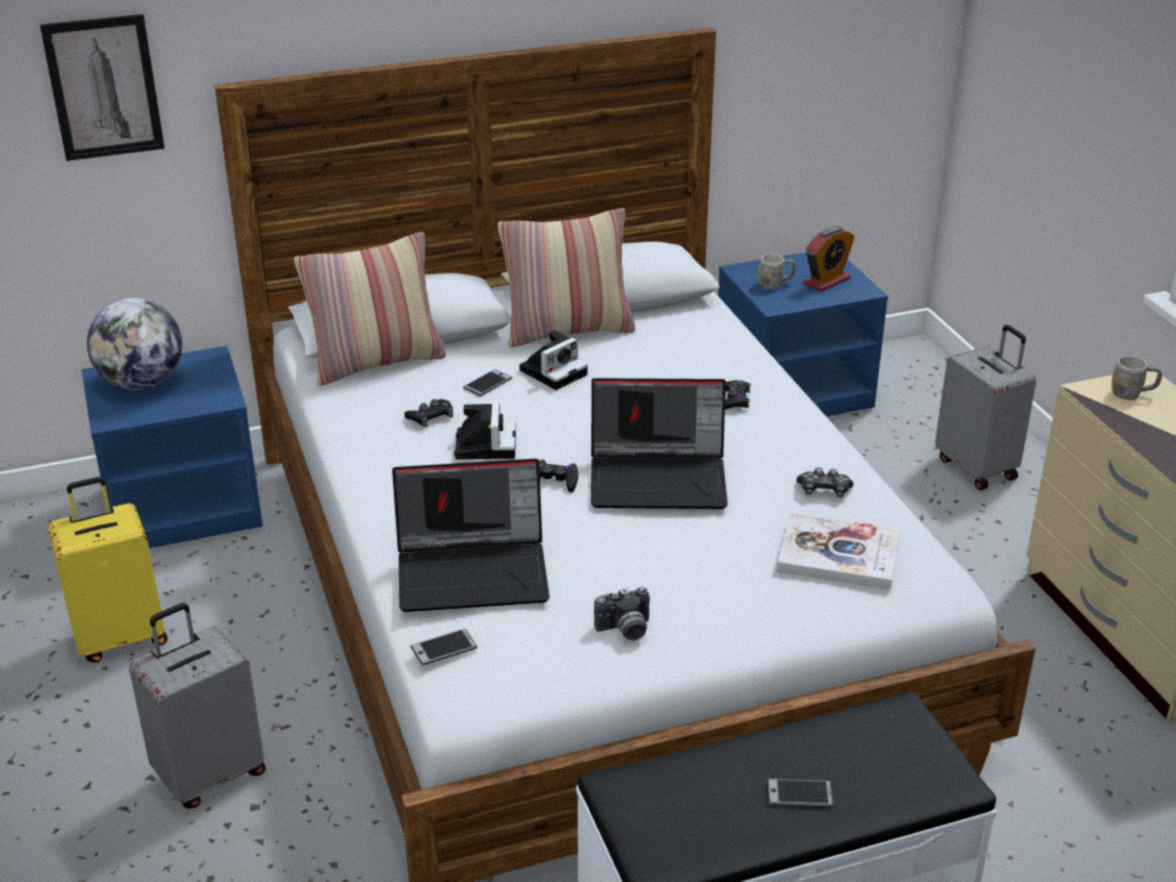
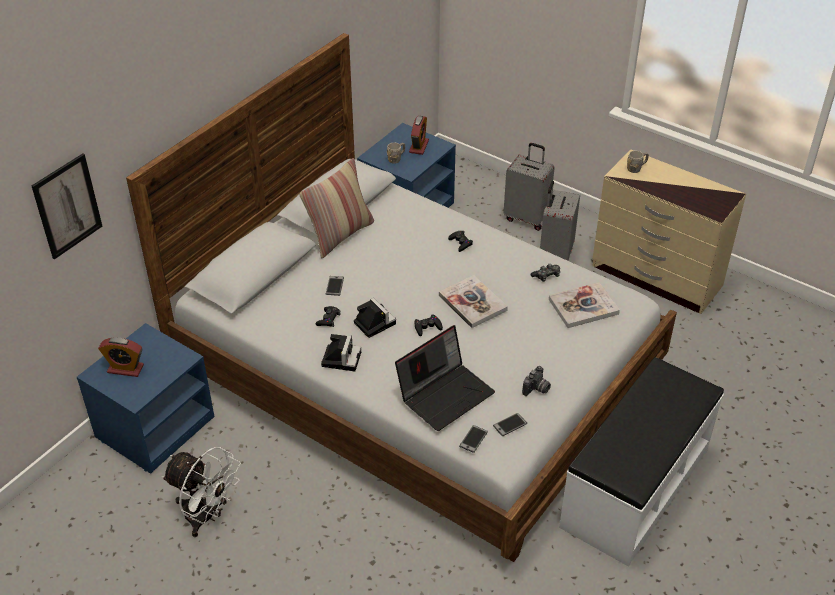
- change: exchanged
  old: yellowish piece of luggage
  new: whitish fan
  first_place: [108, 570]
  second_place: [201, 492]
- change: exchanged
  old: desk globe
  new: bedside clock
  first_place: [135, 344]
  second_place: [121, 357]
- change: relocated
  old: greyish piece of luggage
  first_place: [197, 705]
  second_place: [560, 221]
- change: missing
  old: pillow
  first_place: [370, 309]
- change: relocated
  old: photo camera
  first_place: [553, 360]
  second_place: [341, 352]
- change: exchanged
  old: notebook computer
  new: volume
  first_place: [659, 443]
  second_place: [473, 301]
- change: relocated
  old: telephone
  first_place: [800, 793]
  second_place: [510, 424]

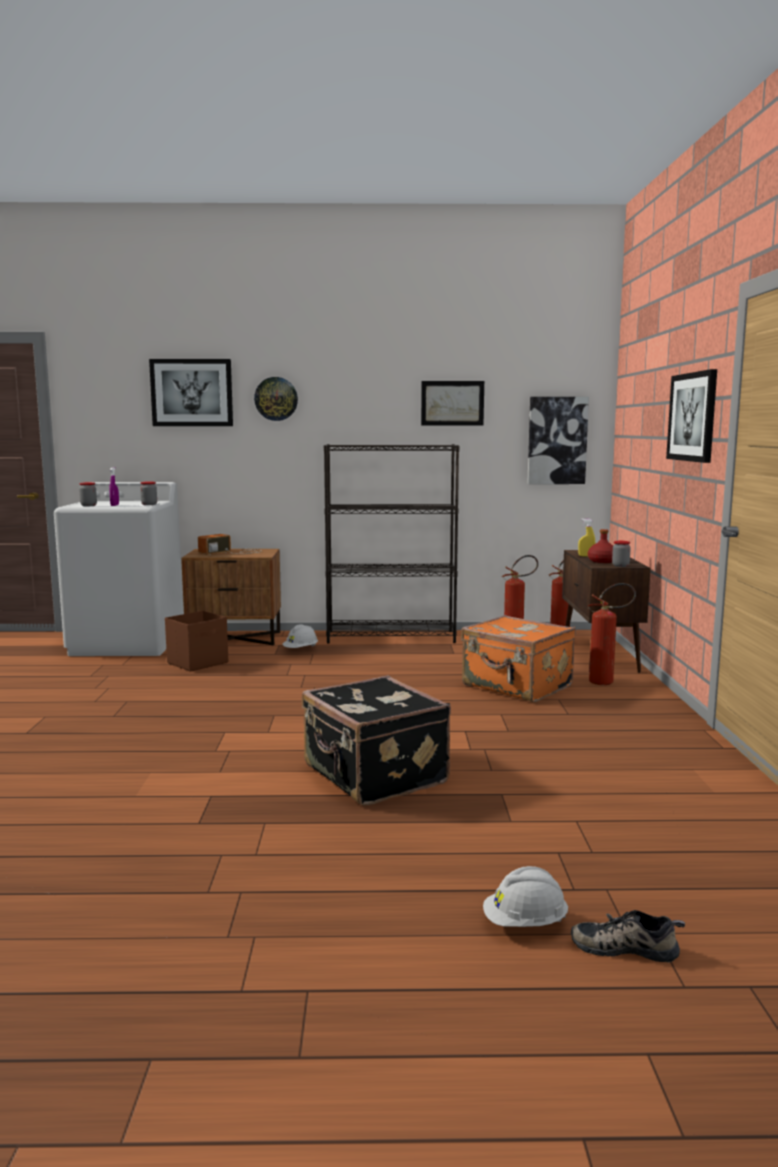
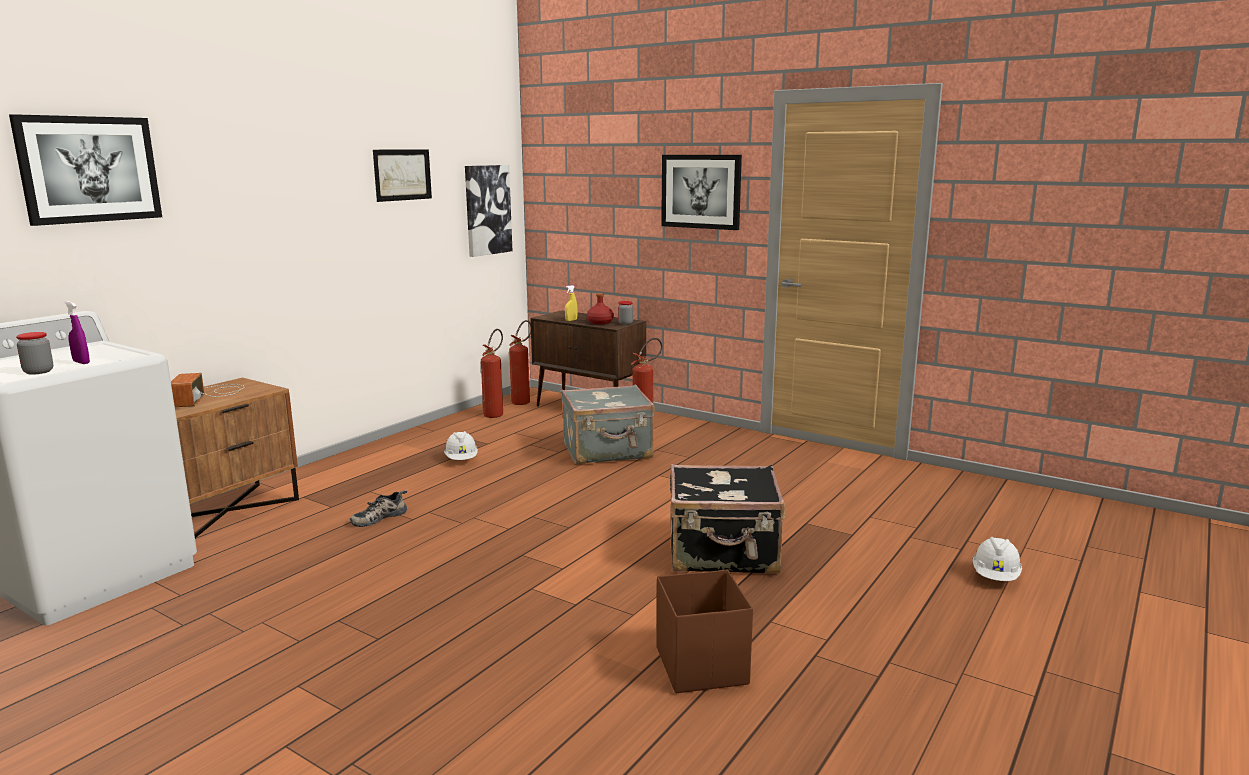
- change: missing
  old: jar
  first_place: [148, 493]
- change: relocated
  old: brown-coloured storage container
  first_place: [196, 641]
  second_place: [704, 631]
- change: missing
  old: wall clock
  first_place: [276, 399]
- change: relocated
  old: whitish work helmet
  first_place: [300, 636]
  second_place: [461, 445]
- change: missing
  old: blackish bookshelf
  first_place: [391, 543]
- change: colour
  old: orangey piece of luggage
  new: greyish piece of luggage
  first_place: [518, 658]
  second_place: [608, 424]
- change: relocated
  old: shoe
  first_place: [628, 936]
  second_place: [378, 508]

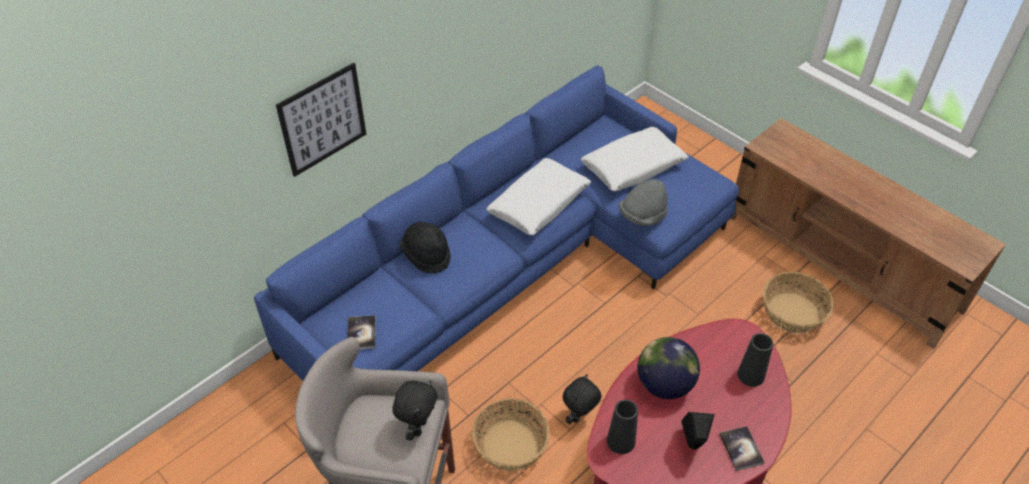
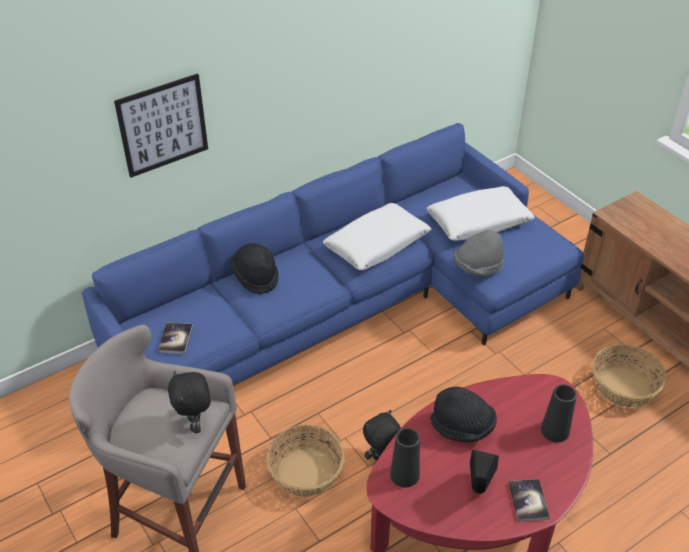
- change: spun
  old: blackish soft toy
  first_place: [414, 410]
  second_place: [189, 401]
  degrees: 135
- change: exchanged
  old: desk globe
  new: blackish hat
  first_place: [669, 368]
  second_place: [463, 414]

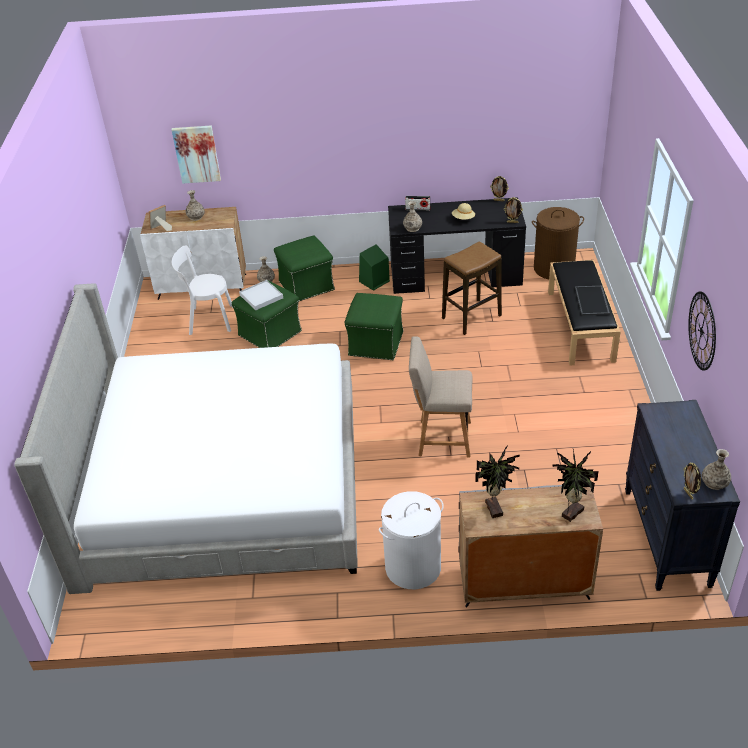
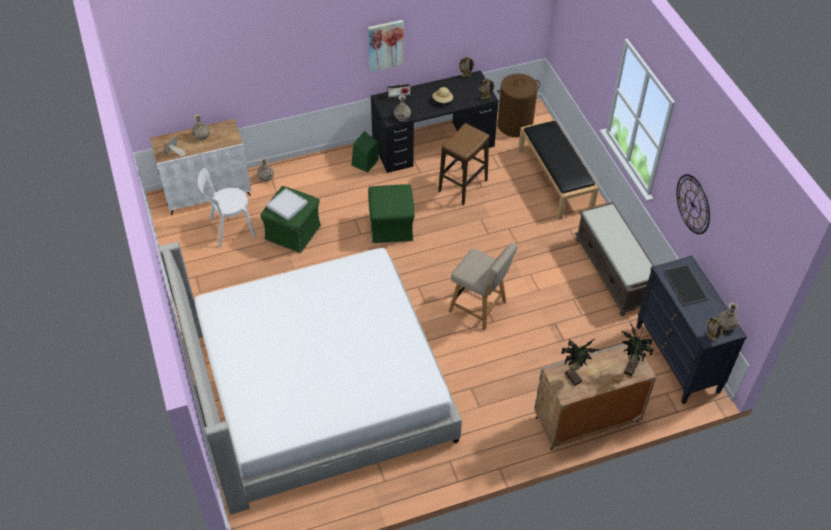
- change: relocated
  old: picture
  first_place: [196, 154]
  second_place: [386, 46]
- change: missing
  old: green-coloured pouffe
  first_place: [304, 268]
- change: missing
  old: whitish washing basket
  first_place: [411, 540]
- change: spun
  old: beige-coloured chair
  first_place: [441, 397]
  second_place: [483, 286]
  degrees: -135
- change: relocated
  old: serving tray
  first_place: [592, 300]
  second_place: [686, 285]
- change: appeared
  new: brown-coloured bench
  second_place: [614, 259]

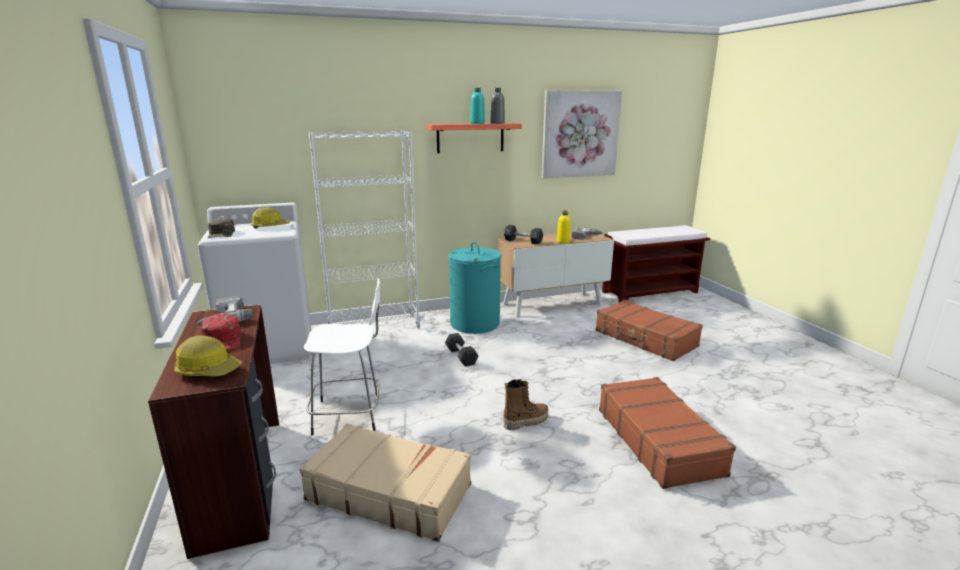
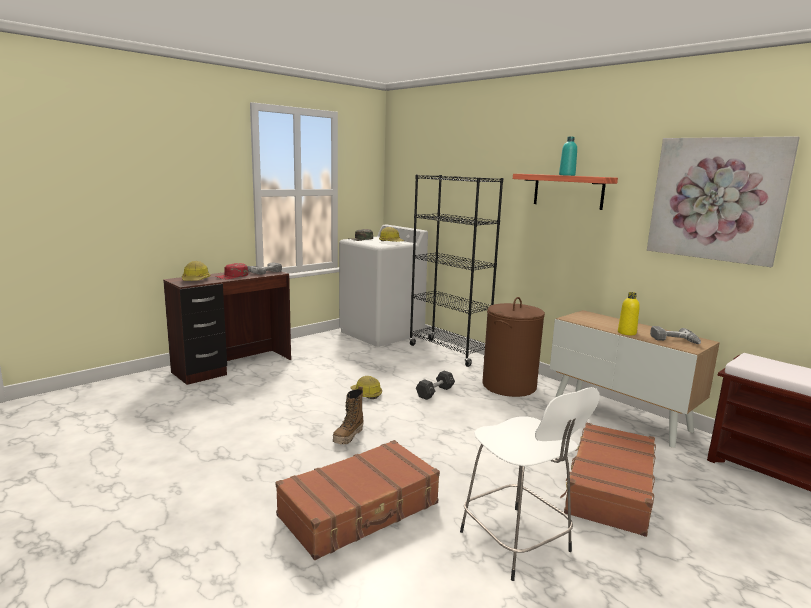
- change: missing
  old: beige-coloured piece of luggage
  first_place: [385, 483]
- change: relocated
  old: whitish stool seat
  first_place: [342, 356]
  second_place: [530, 484]
- change: colour
  old: whitish bookshelf
  new: blackish bookshelf
  first_place: [365, 229]
  second_place: [456, 271]
- change: colour
  old: blue-green washing basket
  new: brown-coloured washing basket
  first_place: [475, 288]
  second_place: [513, 347]
- change: missing
  old: greyish drink bottle
  first_place: [497, 106]
- change: missing
  old: blackish free weight
  first_place: [523, 235]
- change: spun
  old: high-top boot
  first_place: [526, 404]
  second_place: [348, 415]
  degrees: 75
- change: appeared
  new: work helmet
  second_place: [366, 387]

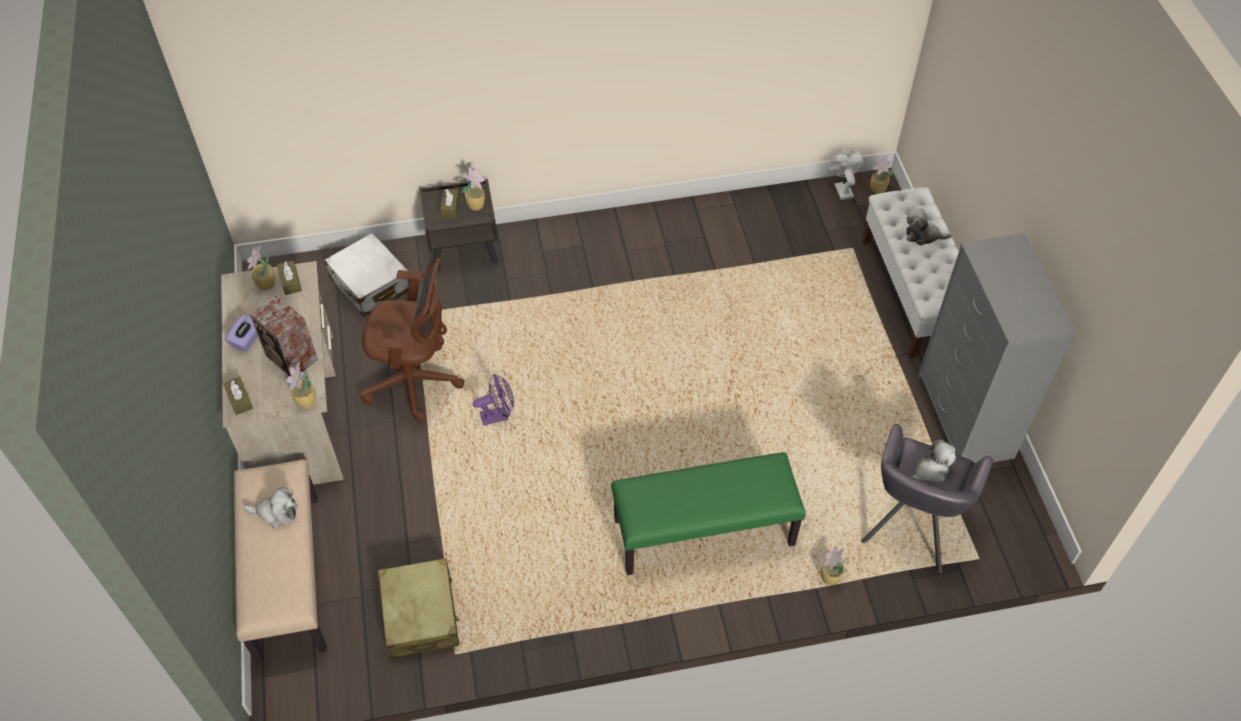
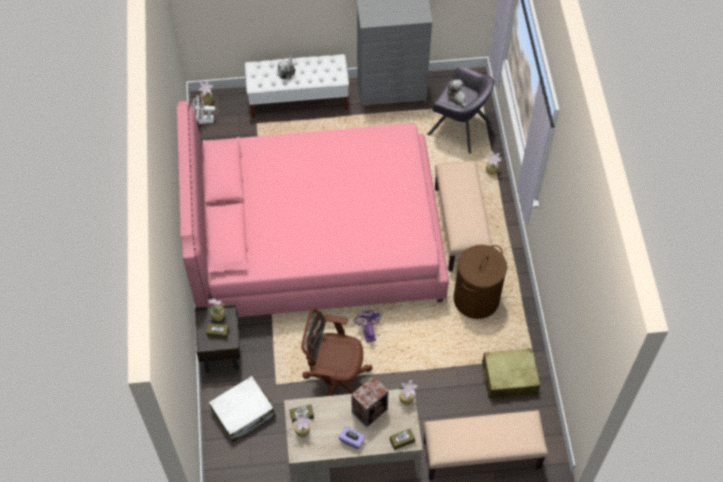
- change: missing
  old: soft toy
  first_place: [270, 507]
- change: spun
  old: brown-coloured desk chair
  first_place: [411, 340]
  second_place: [336, 352]
  degrees: -90
- change: colour
  old: green-coloured bench
  new: beige-coloured bench
  first_place: [708, 513]
  second_place: [463, 216]
- change: appeared
  new: pink-coloured bed
  second_place: [313, 209]
- change: appeared
  new: brown-coloured washing basket
  second_place: [480, 282]

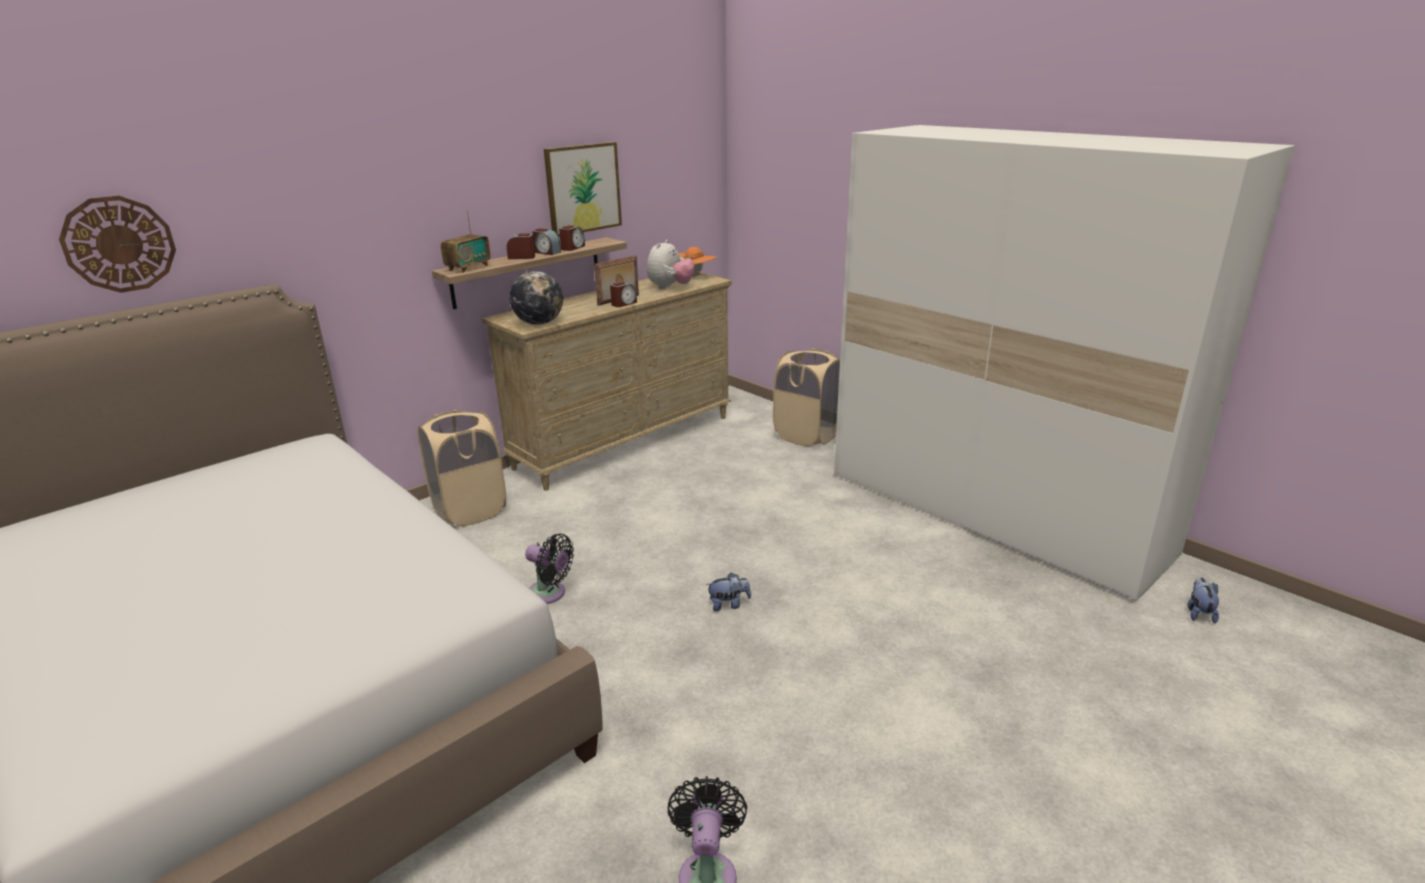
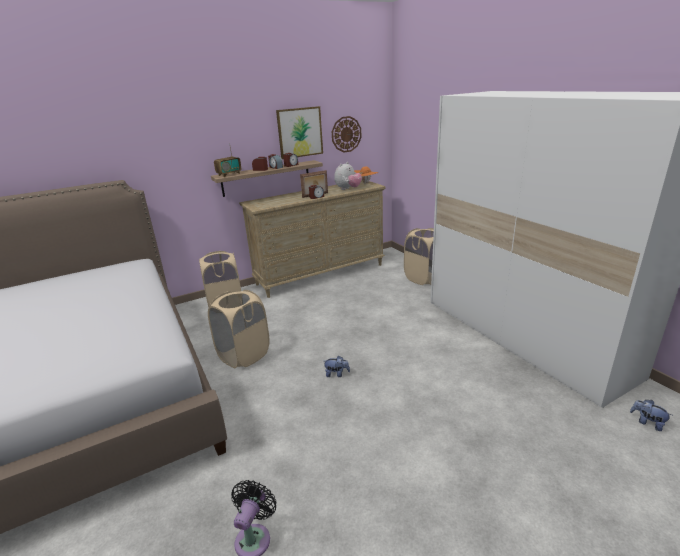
- change: relocated
  old: wall clock
  first_place: [117, 244]
  second_place: [347, 134]
- change: missing
  old: desk globe
  first_place: [536, 298]
- change: exchanged
  old: blackish fan
  new: beige-coloured washing basket
  first_place: [549, 569]
  second_place: [239, 329]
- change: spun
  old: soft toy
  first_place: [1203, 601]
  second_place: [651, 415]
  degrees: -75

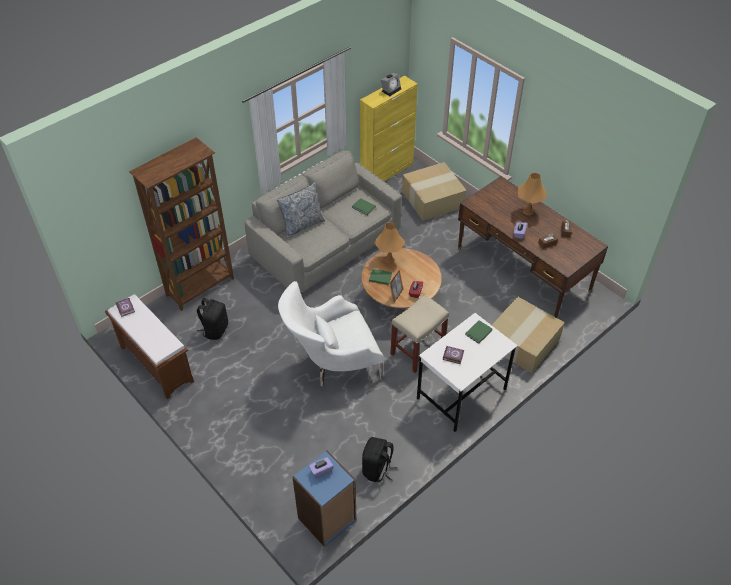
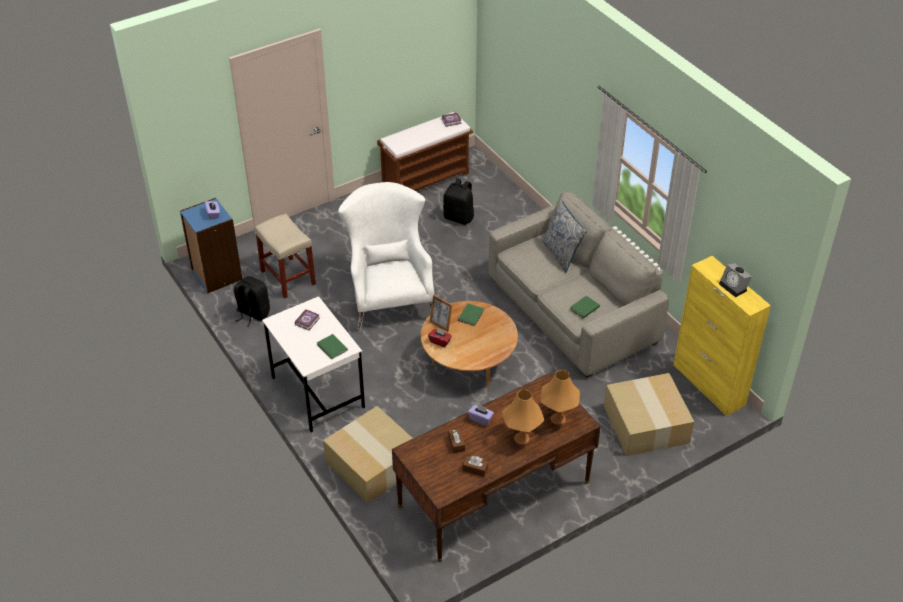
- change: missing
  old: brown-coloured bookshelf
  first_place: [181, 224]
- change: relocated
  old: orangey table lamp
  first_place: [389, 243]
  second_place: [560, 397]
- change: relocated
  old: beige-coloured stool seat
  first_place: [419, 334]
  second_place: [285, 256]

